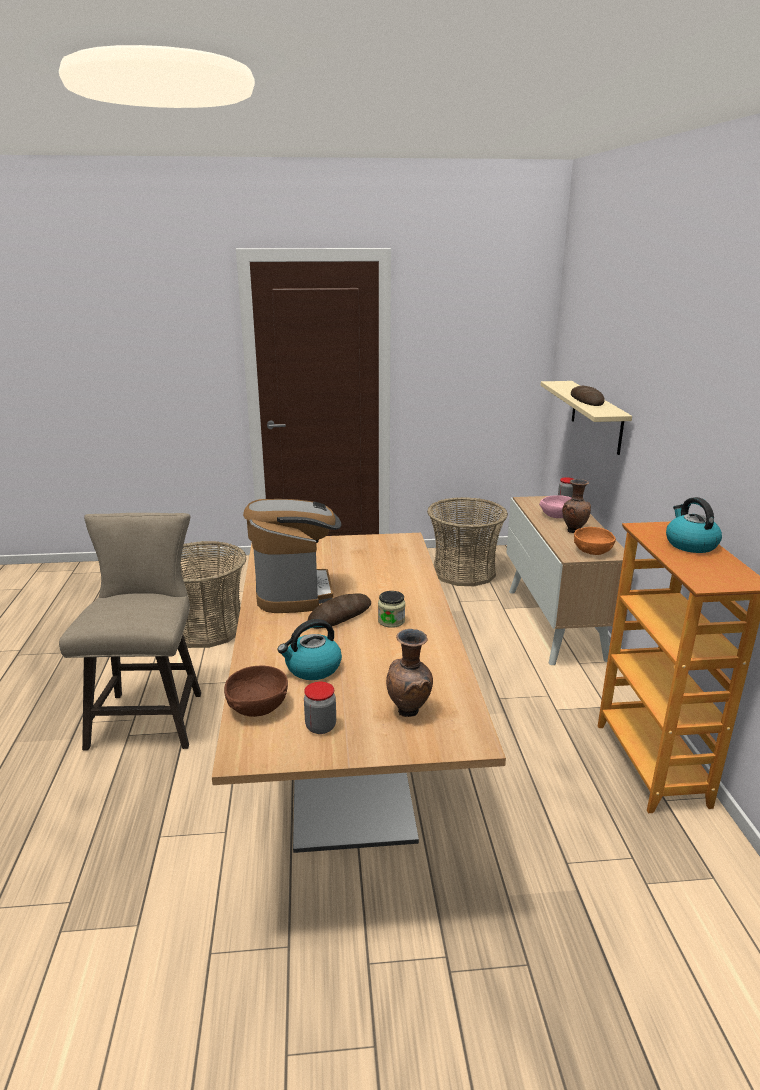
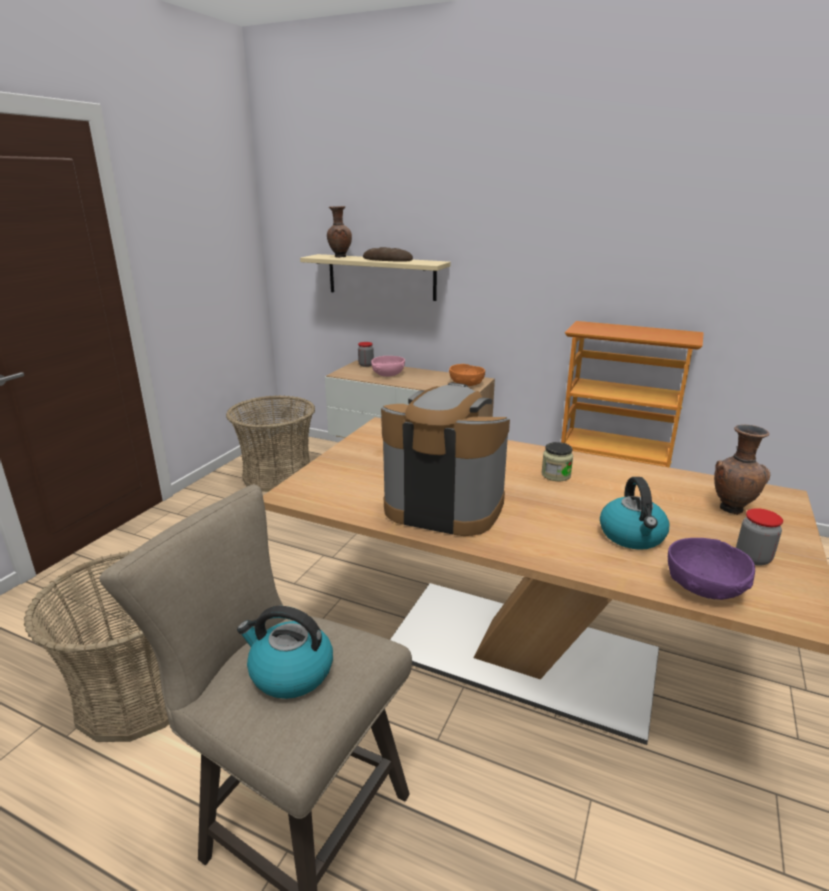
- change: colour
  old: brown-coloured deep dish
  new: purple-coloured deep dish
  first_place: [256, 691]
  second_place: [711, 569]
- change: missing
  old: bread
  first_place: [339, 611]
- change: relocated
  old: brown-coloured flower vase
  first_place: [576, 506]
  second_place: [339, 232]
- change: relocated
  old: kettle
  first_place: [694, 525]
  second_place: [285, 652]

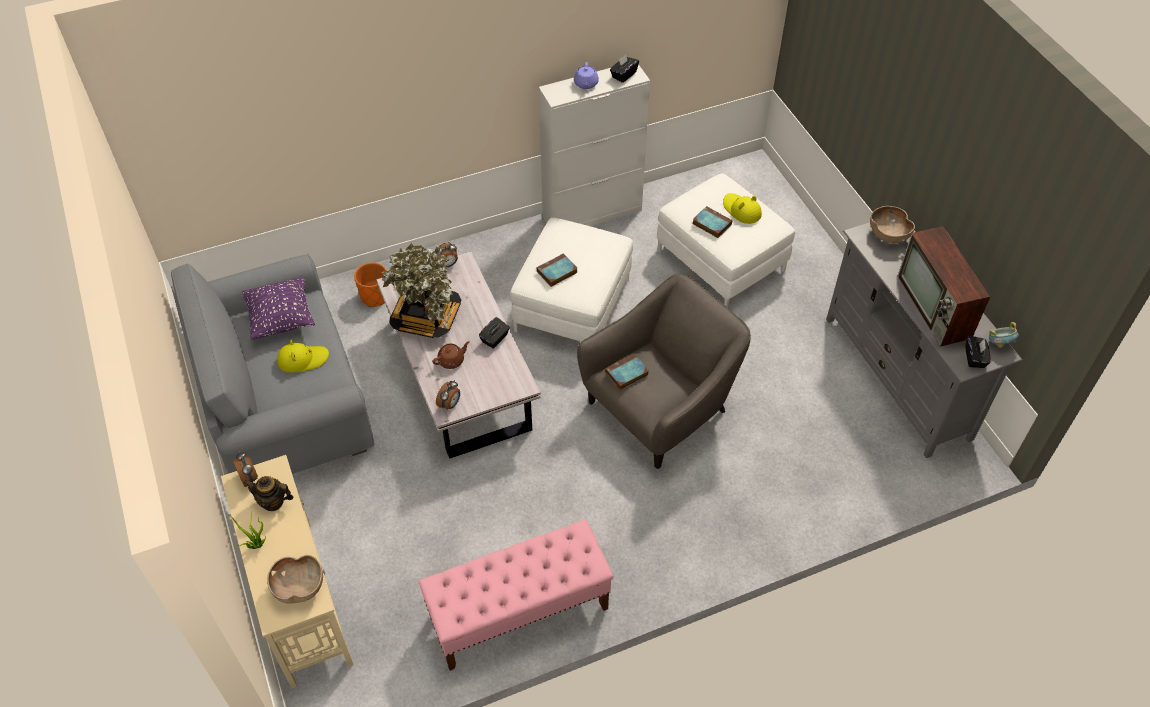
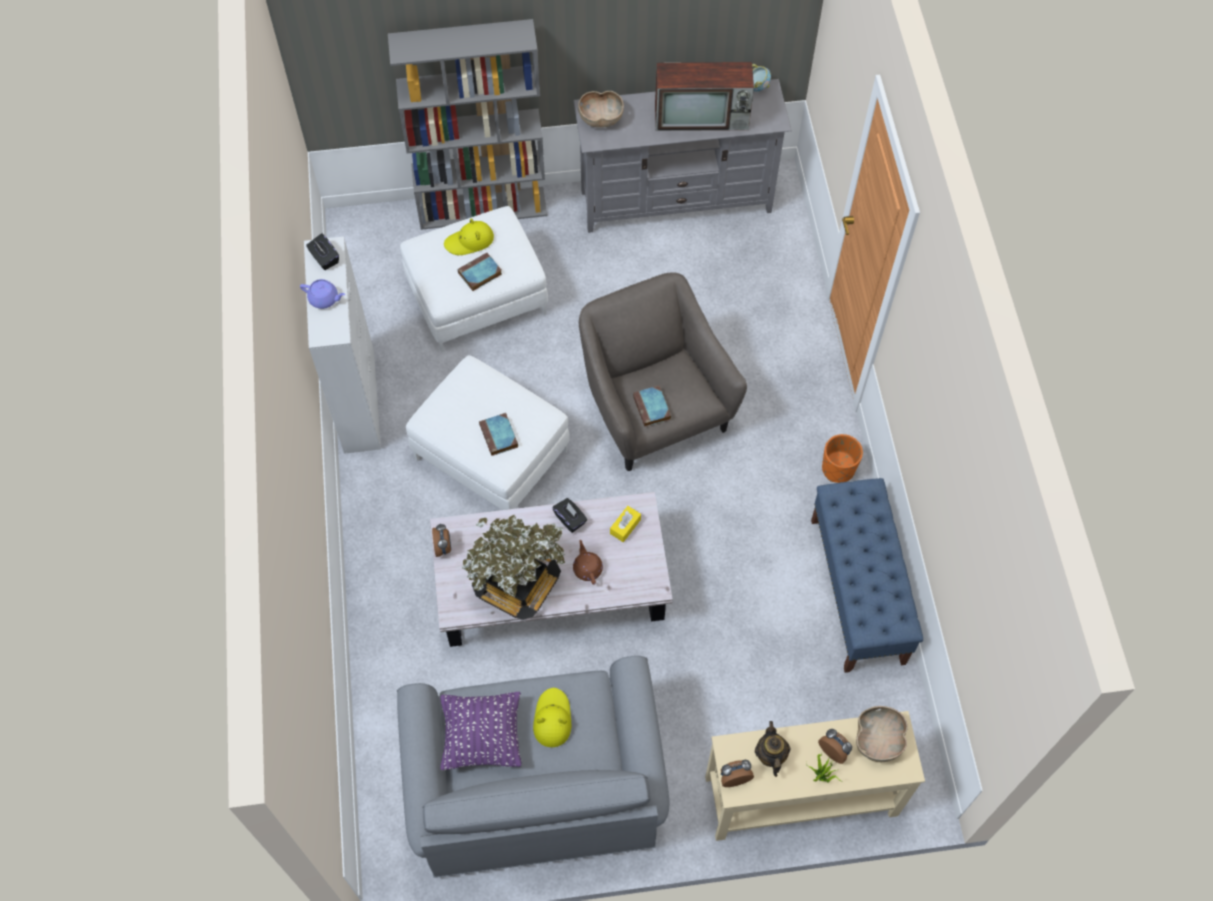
- change: spun
  old: pot for tea
  first_place: [268, 493]
  second_place: [772, 749]
  degrees: 150
- change: relocated
  old: orangey flower pot
  first_place: [370, 285]
  second_place: [842, 458]
- change: colour
  old: pink-coloured bench
  new: blue bench
  first_place: [516, 595]
  second_place: [867, 575]
- change: relocated
  old: bedside clock
  first_place: [448, 395]
  second_place: [835, 746]
- change: missing
  old: blackish tissue box
  first_place: [977, 351]
- change: appeared
  new: greyish bookshelf
  second_place: [467, 124]
- change: appeared
  new: yellowish tissue box
  second_place: [625, 524]

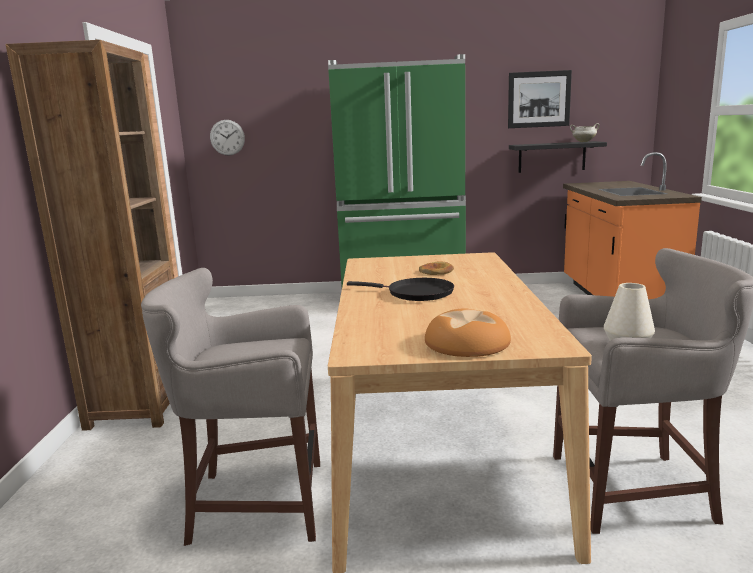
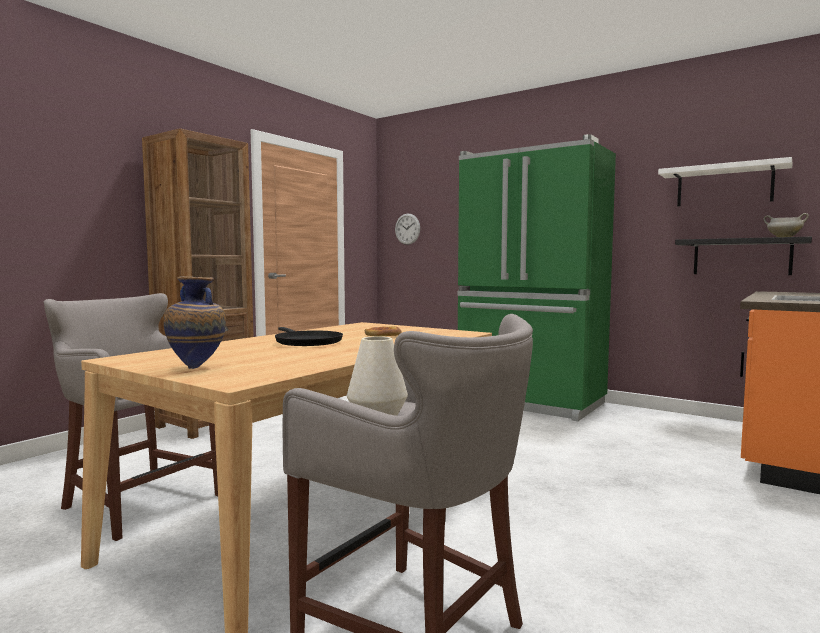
- change: exchanged
  old: bread
  new: flower vase
  first_place: [468, 332]
  second_place: [195, 322]
- change: exchanged
  old: picture
  new: whitish bracket shelf
  first_place: [540, 99]
  second_place: [725, 181]

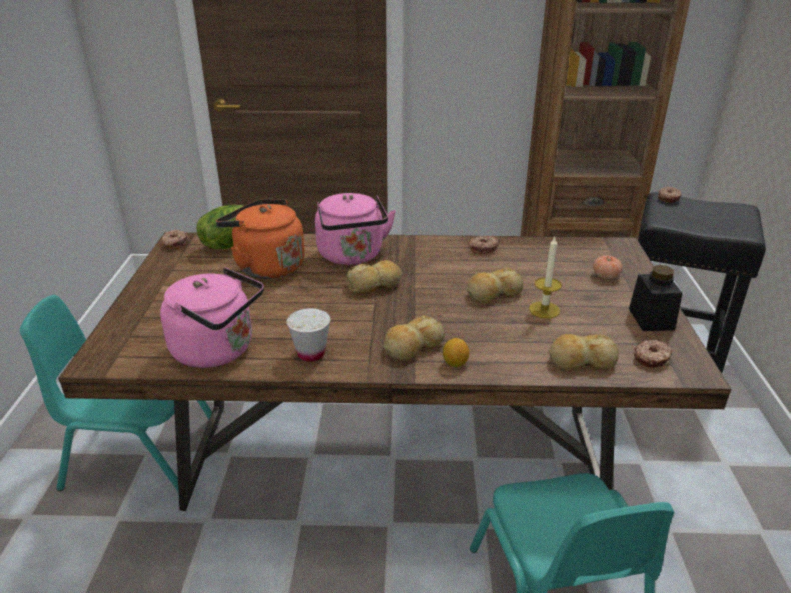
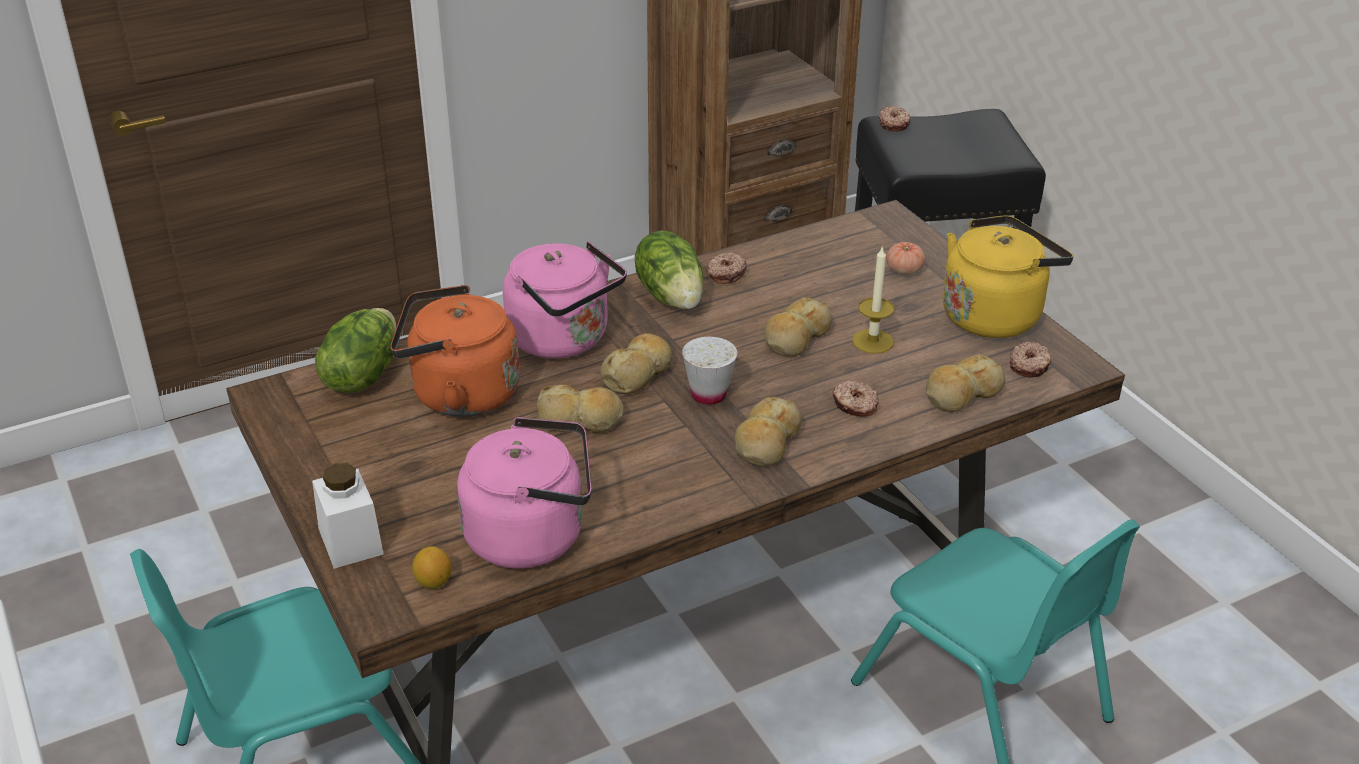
- change: relocated
  old: ring doughnut
  first_place: [174, 239]
  second_place: [855, 398]
- change: relocated
  old: whitish drinking cup
  first_place: [308, 334]
  second_place: [709, 371]
- change: relocated
  old: lemon
  first_place: [456, 352]
  second_place: [432, 567]
- change: exchanged
  old: blackish jar
  new: yellowish kettle
  first_place: [656, 298]
  second_place: [1007, 276]
- change: appeared
  new: whitish jar
  second_place: [348, 516]
- change: appeared
  new: bread
  second_place: [580, 409]
- change: appeared
  new: head of lettuce
  second_place: [669, 269]

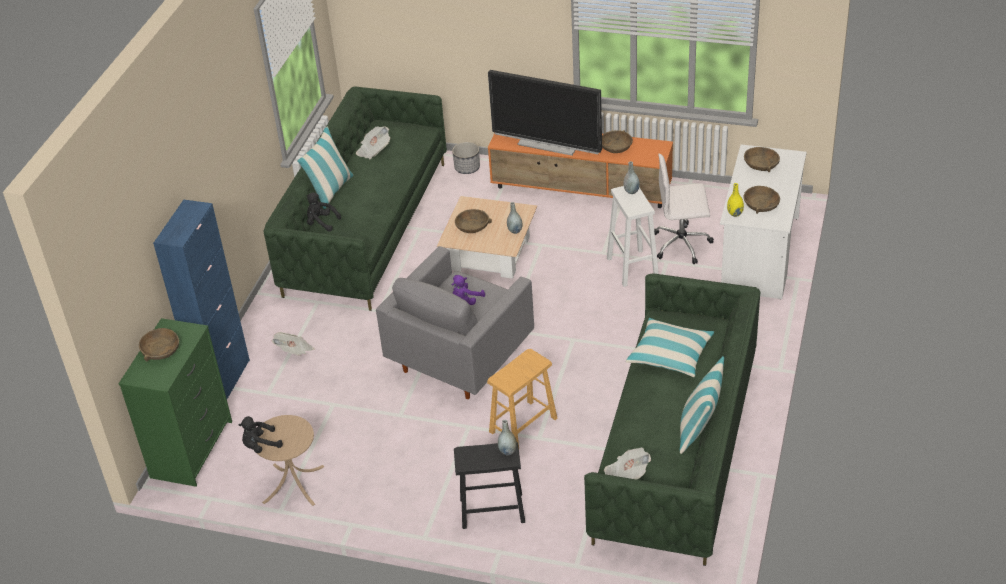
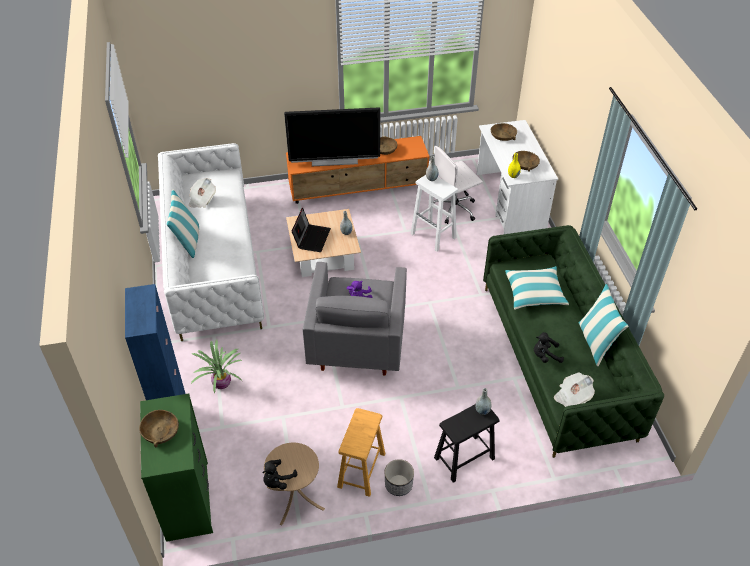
- change: colour
  old: green-coloured settee
  new: whitish settee
  first_place: [355, 198]
  second_place: [211, 242]
- change: exchanged
  old: printed paper
  new: potted plant
  first_place: [293, 344]
  second_place: [216, 366]
- change: relocated
  old: blackish soft toy
  first_place: [323, 212]
  second_place: [549, 347]
- change: relocated
  old: flower pot
  first_place: [466, 158]
  second_place: [399, 477]
- change: exchanged
  old: brown-coloured deep dish
  new: notebook computer
  first_place: [473, 221]
  second_place: [311, 230]
- change: relocated
  old: brown-coloured stool seat
  first_place: [522, 398]
  second_place: [361, 452]

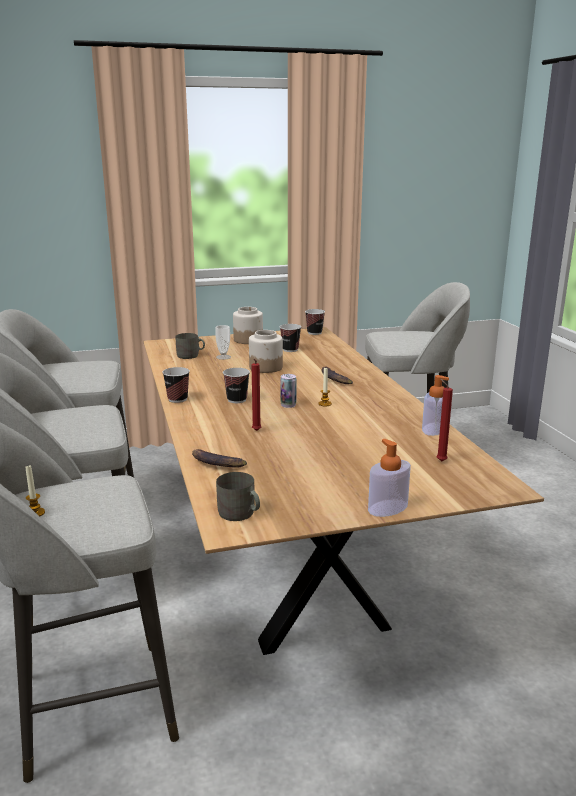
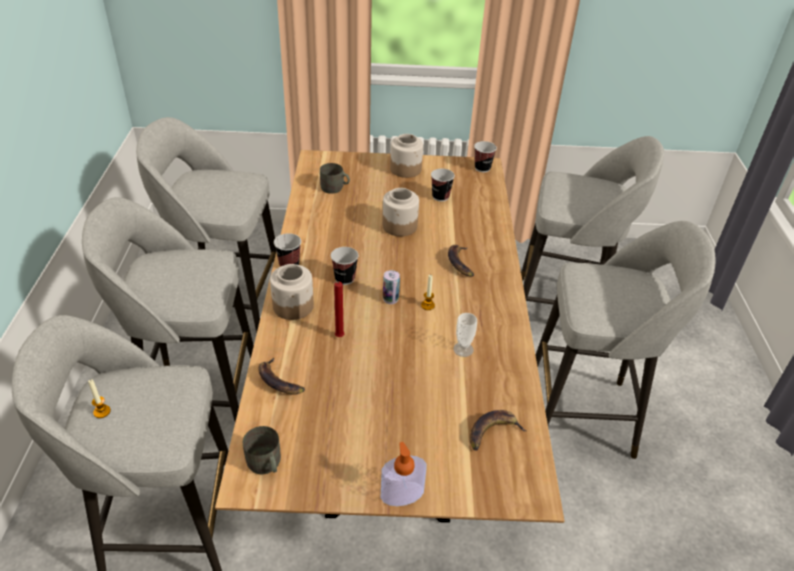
- change: relocated
  old: drinking cup
  first_place: [223, 342]
  second_place: [465, 335]
- change: missing
  old: soap bottle
  first_place: [435, 405]
- change: exchanged
  old: reddish wax candle
  new: whole banana
  first_place: [445, 420]
  second_place: [498, 430]
- change: appeared
  new: jar
  second_place: [292, 292]
- change: appeared
  new: greyish stool seat
  second_place: [625, 340]

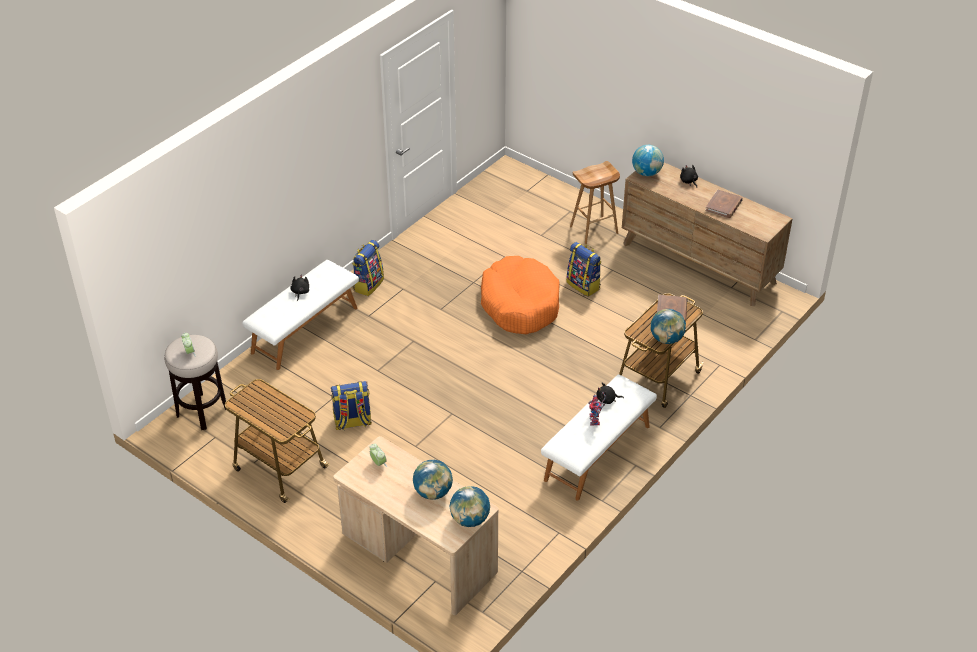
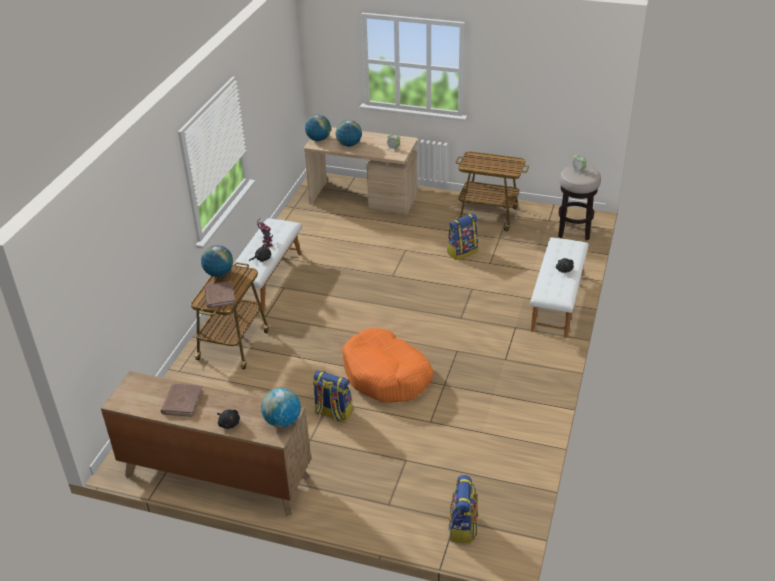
- change: relocated
  old: rucksack
  first_place: [368, 268]
  second_place: [463, 509]
- change: missing
  old: brown-coloured stool seat
  first_place: [595, 202]

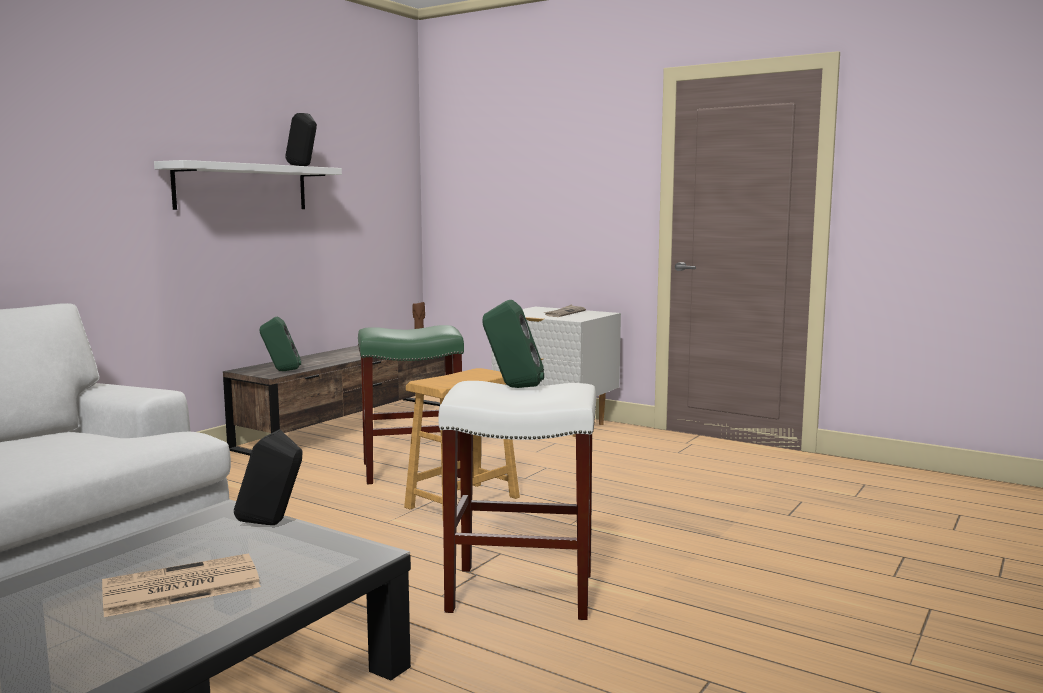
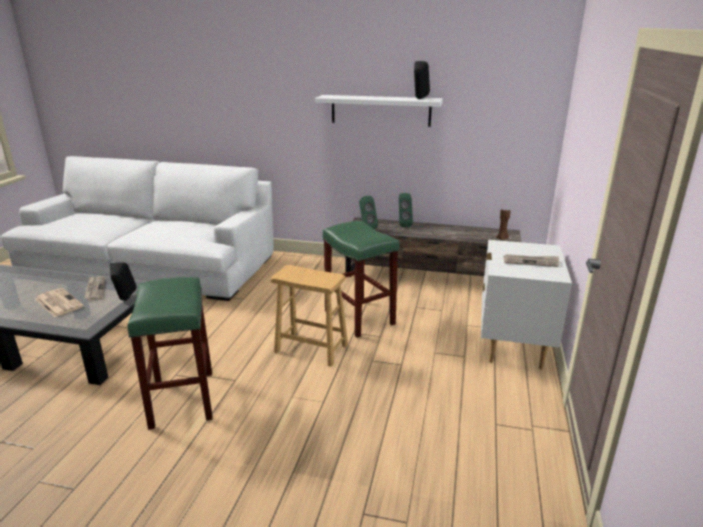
- change: colour
  old: whitish stool seat
  new: green-coloured stool seat
  first_place: [517, 500]
  second_place: [170, 353]
- change: relocated
  old: green-coloured speaker
  first_place: [513, 344]
  second_place: [406, 210]
- change: appeared
  new: printed paper
  second_place: [94, 288]

